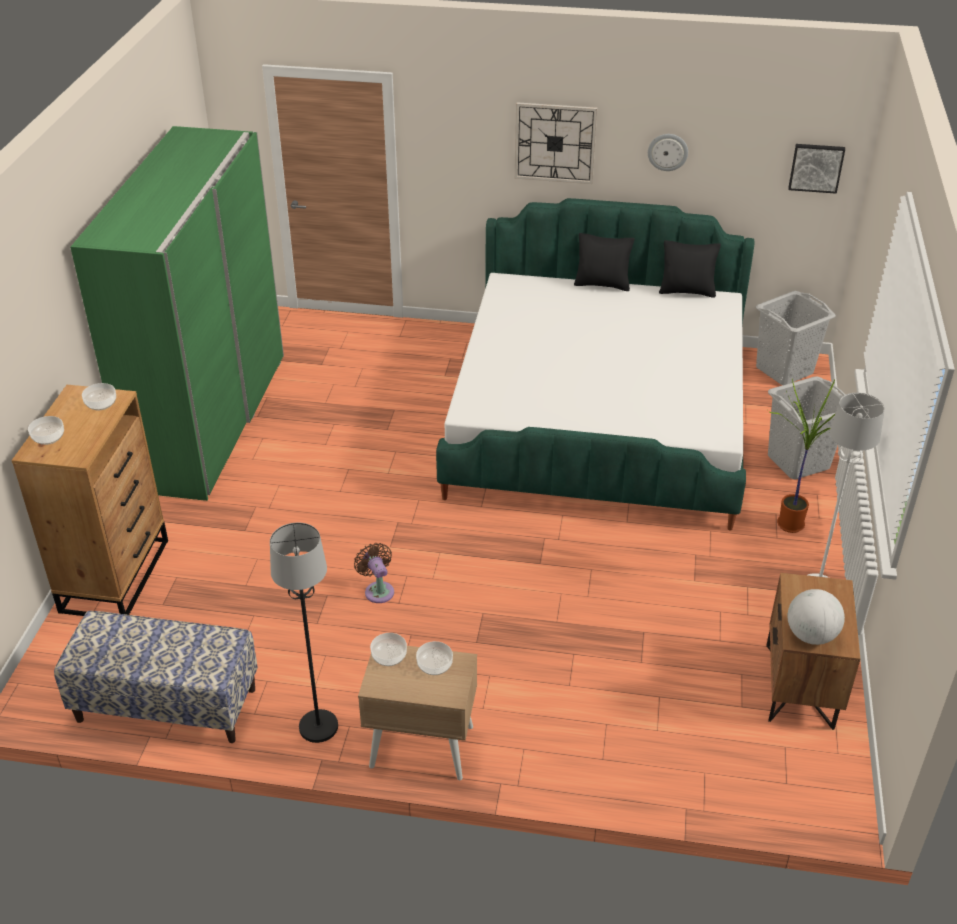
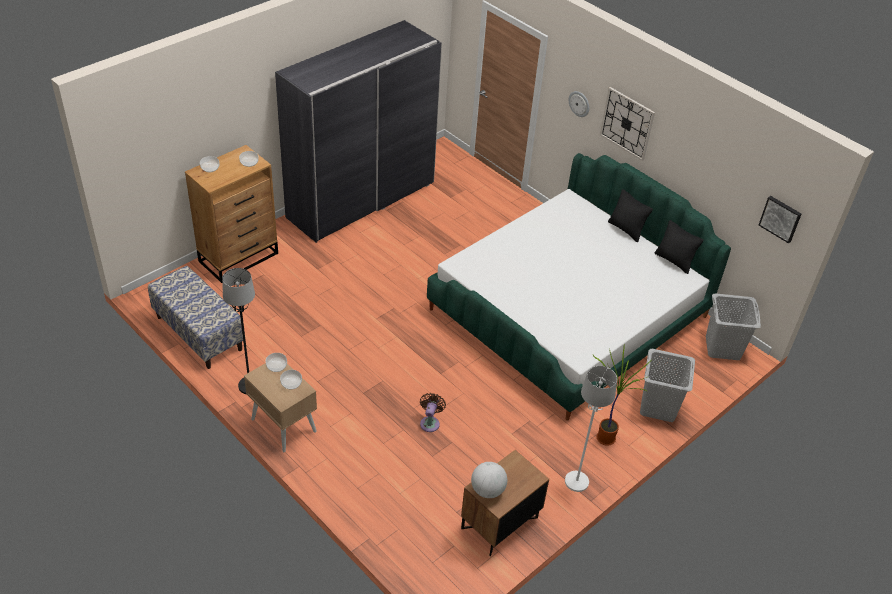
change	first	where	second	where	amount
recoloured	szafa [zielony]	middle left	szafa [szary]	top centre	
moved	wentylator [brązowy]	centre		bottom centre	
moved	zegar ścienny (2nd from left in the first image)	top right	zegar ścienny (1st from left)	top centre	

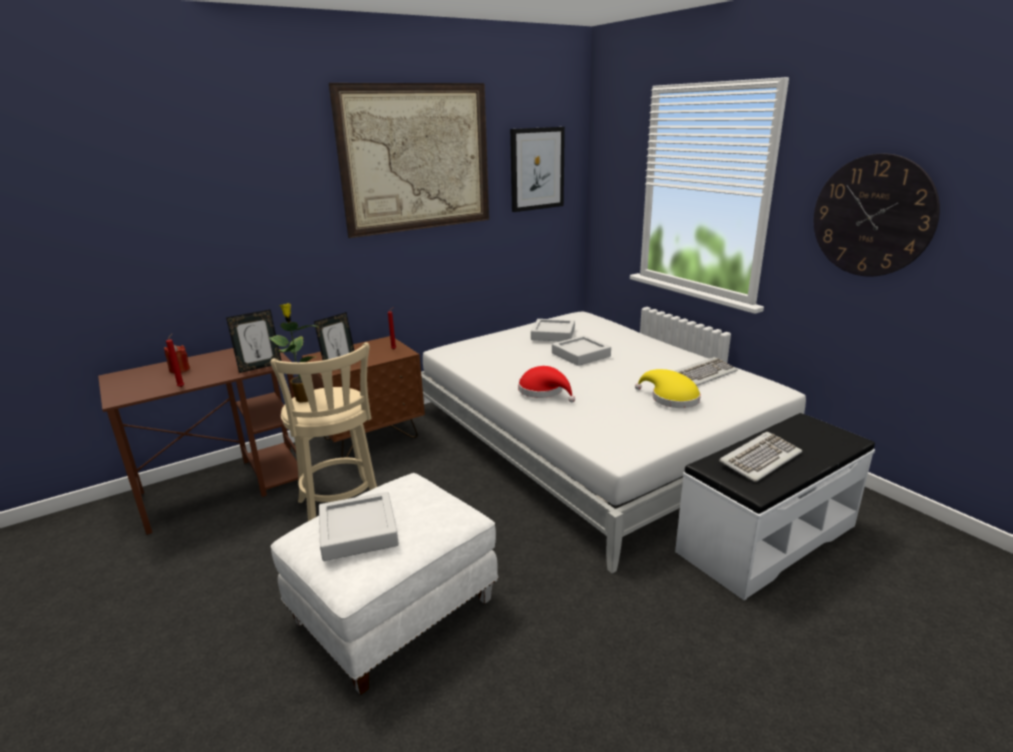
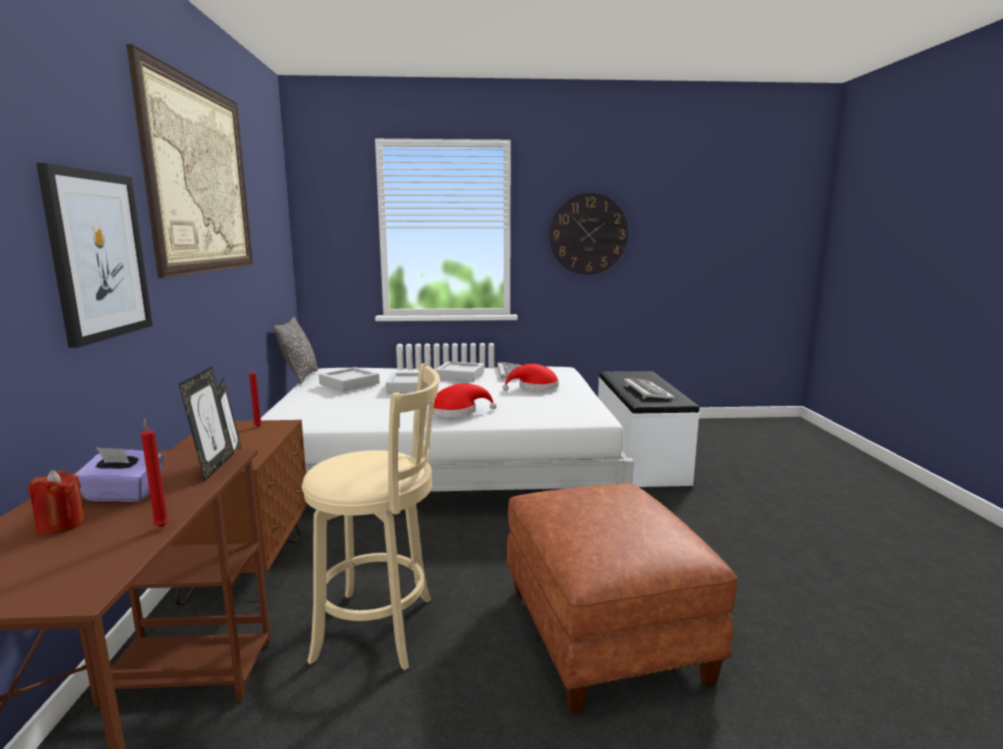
change	first	where	second	where	amount
moved	obraz (2nd from left in the first image)	top centre	obraz (1st from left)	middle left	
added			pudełko chusteczek [fioletowy]	middle left	
added			poduszka	middle left	
moved	taca [szary] (1st from left in the first image)	bottom centre	taca [szary] (3rd from left)	centre	
recoloured	kapelusz [żółty]	centre	kapelusz [czerwony] (2nd from left)	centre	
recoloured	pufa [biały]	bottom centre	pufa [brązowy]	bottom centre	
removed	roślina doniczkowa	middle left			

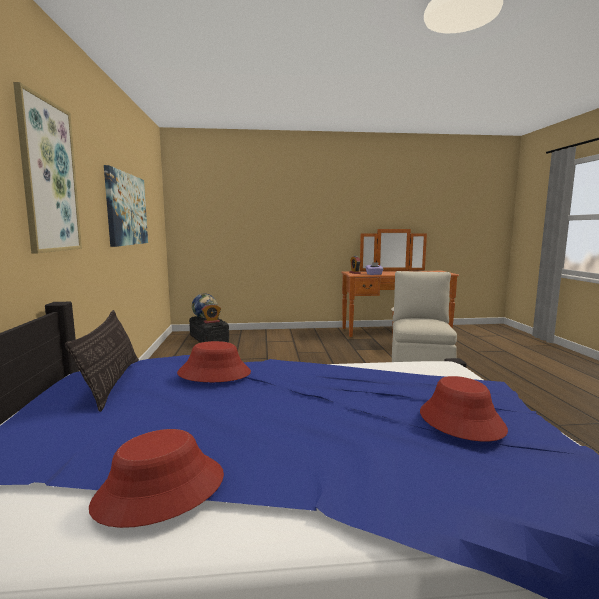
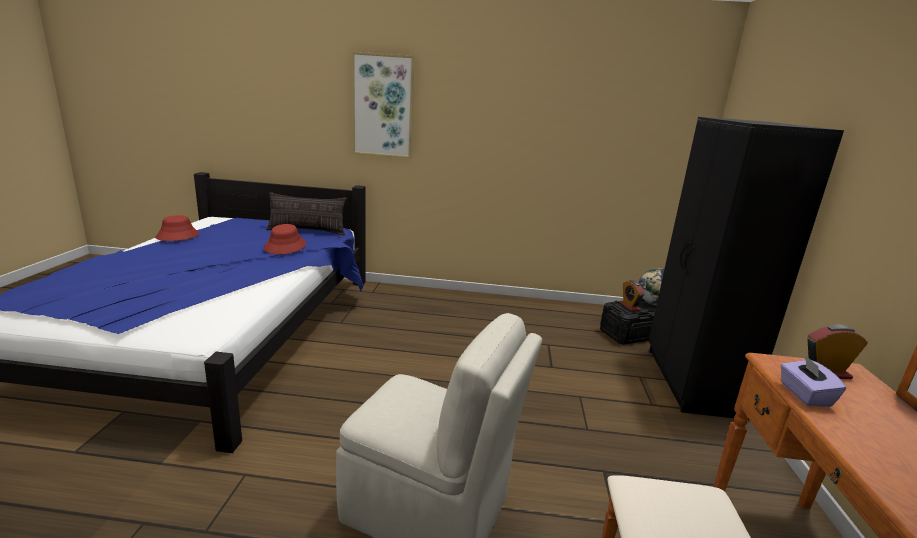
change	first	where	second	where	amount
added			szafa [czarny]	middle right	
removed	obraz (2nd from left)	middle left			
removed	kapelusz [czerwony] (3rd from left)	bottom right			

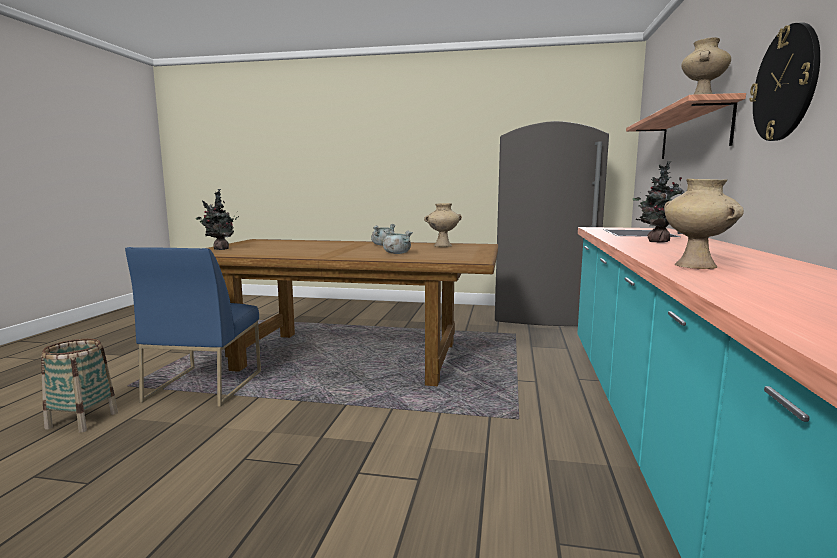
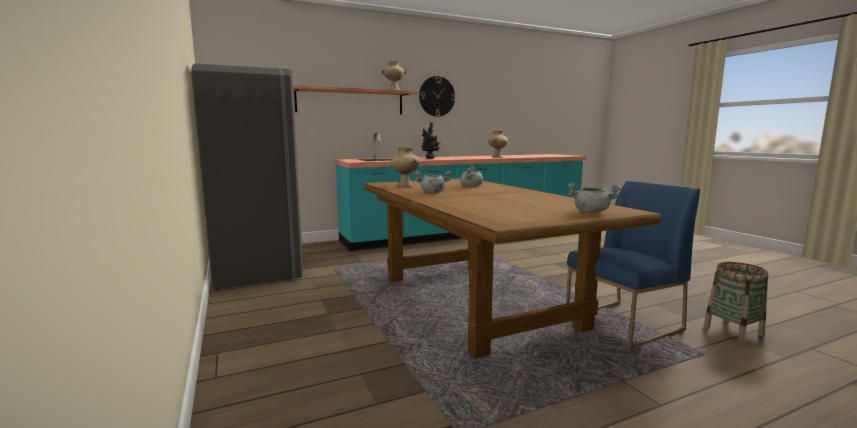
change	first	where	second	where	amount
replaced	roślina doniczkowa (1st from left)	middle left	garnek [szary] (3rd from left)	middle right	

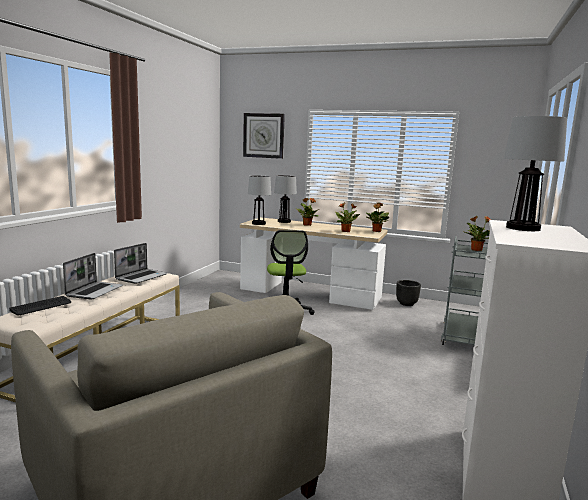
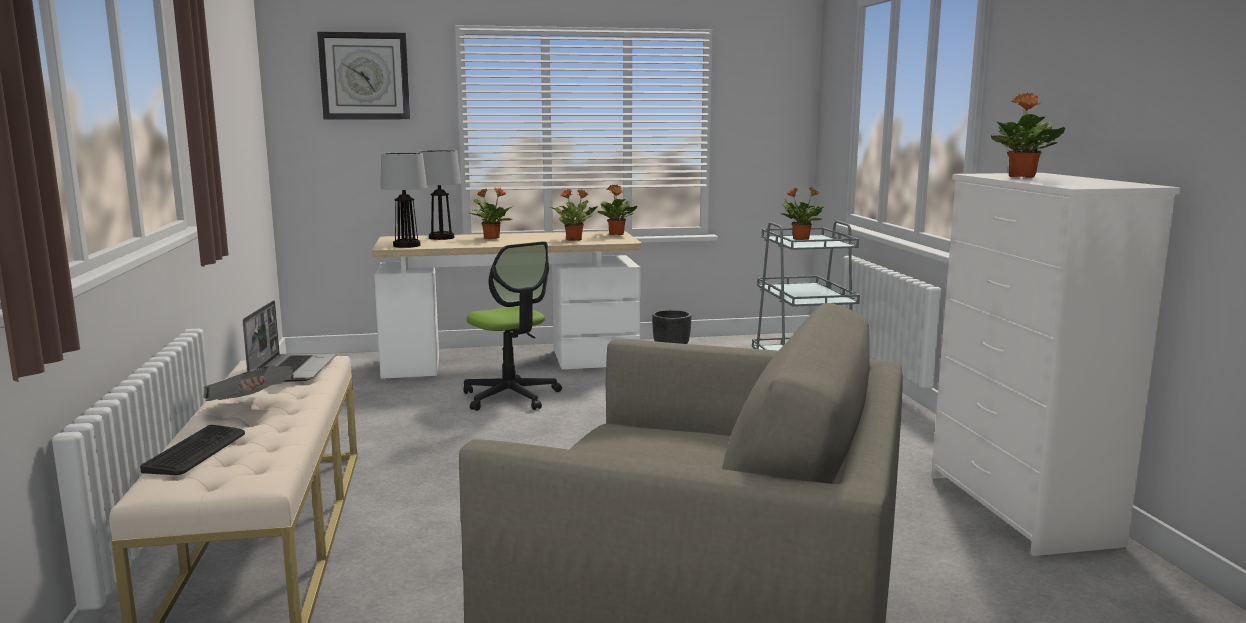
change	first	where	second	where	amount
replaced	laptop (1st from left)	middle left	gazeta	middle left	
replaced	lampa stołowa (3rd from left)	middle right	roślina doniczkowa (5th from left)	top right	

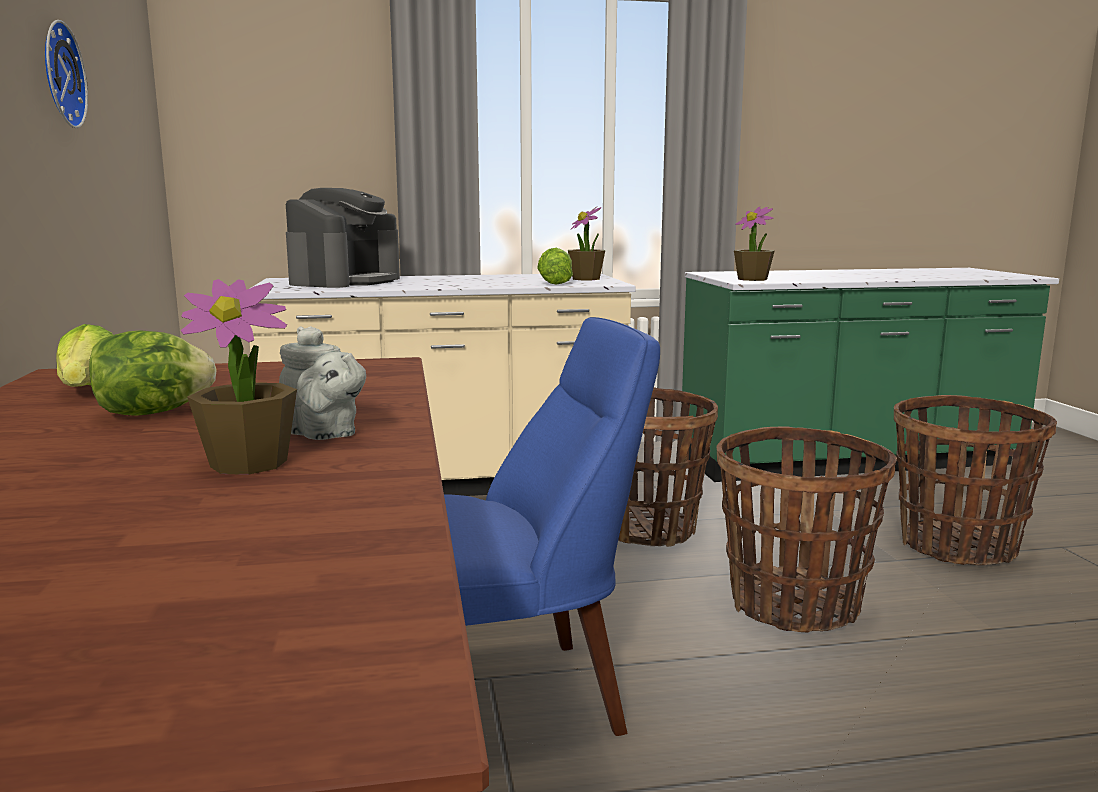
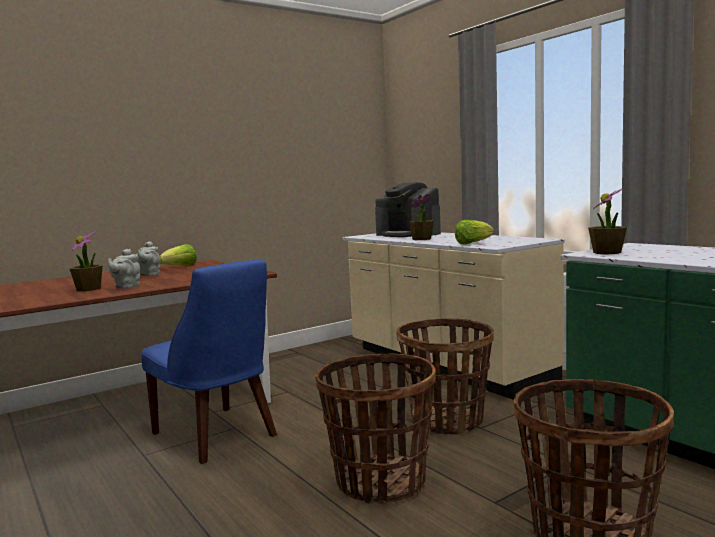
change	first	where	second	where	amount
replaced	sałata (2nd from left)	middle left	imbryk [szary] (2nd from left)	middle left	
turned	ekspres do kawy	top left		centre	45 degrees clockwise
moved	roślina doniczkowa (2nd from left)	top centre		centre	
removed	zegar ścienny	top left			

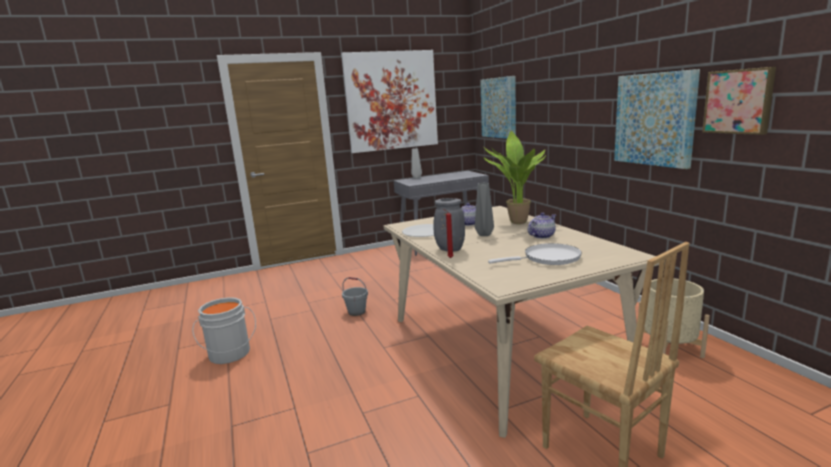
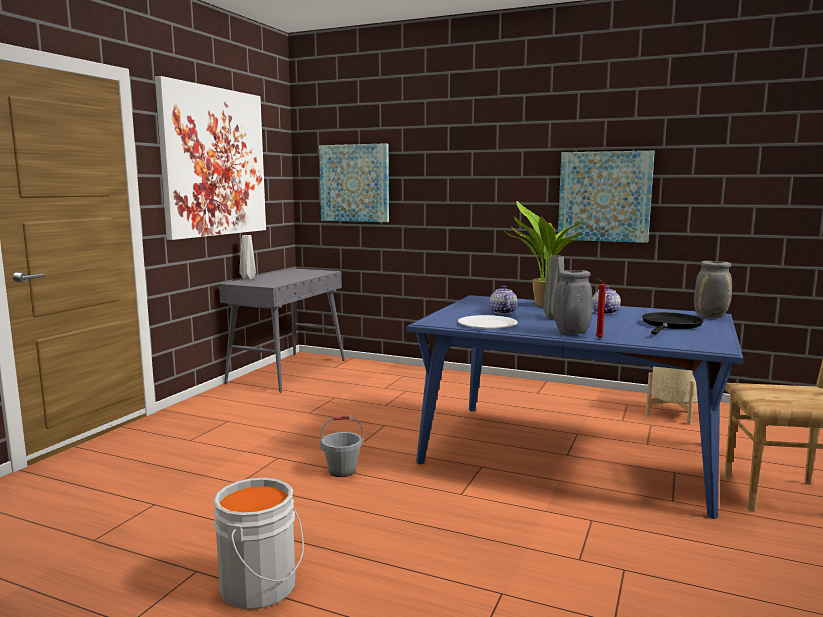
change	first	where	second	where	amount
recoloured	stół jadalny [beżowy]	bottom centre	stół jadalny [niebieski]	middle right	
recoloured	patelnia [biały]	centre	patelnia [czarny]	middle right	
added			wazon [szary] (4th from left)	middle right	
removed	obraz (4th from left)	top right			

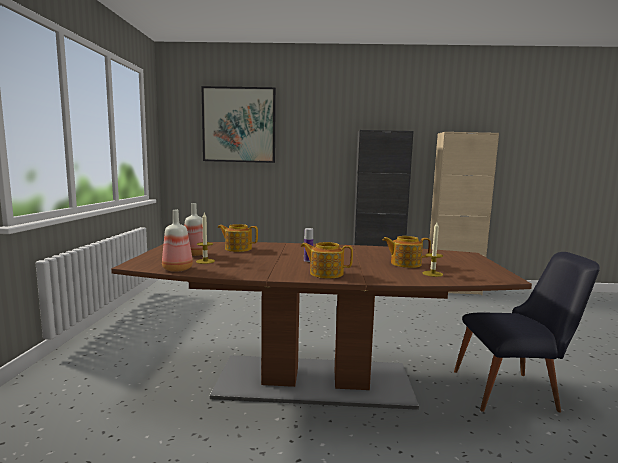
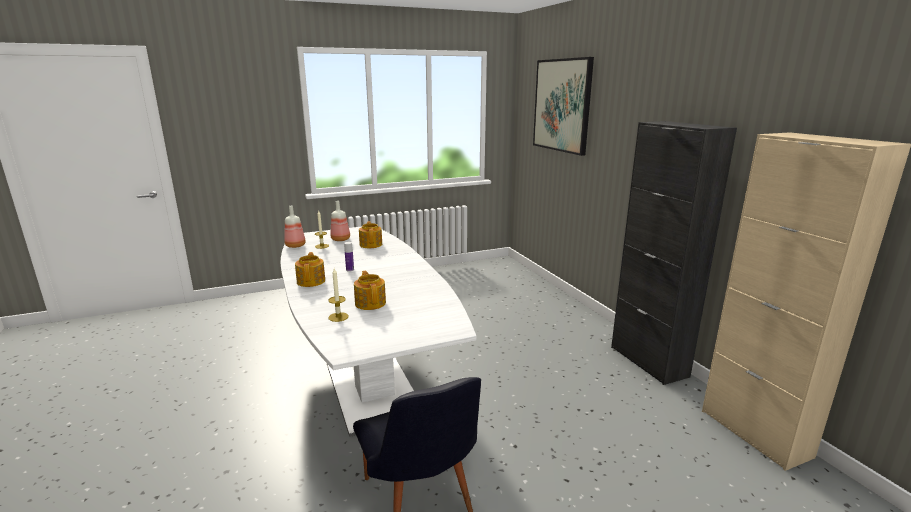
change	first	where	second	where	amount
recoloured	stół jadalny [brązowy]	bottom centre	stół jadalny [biały]	centre	

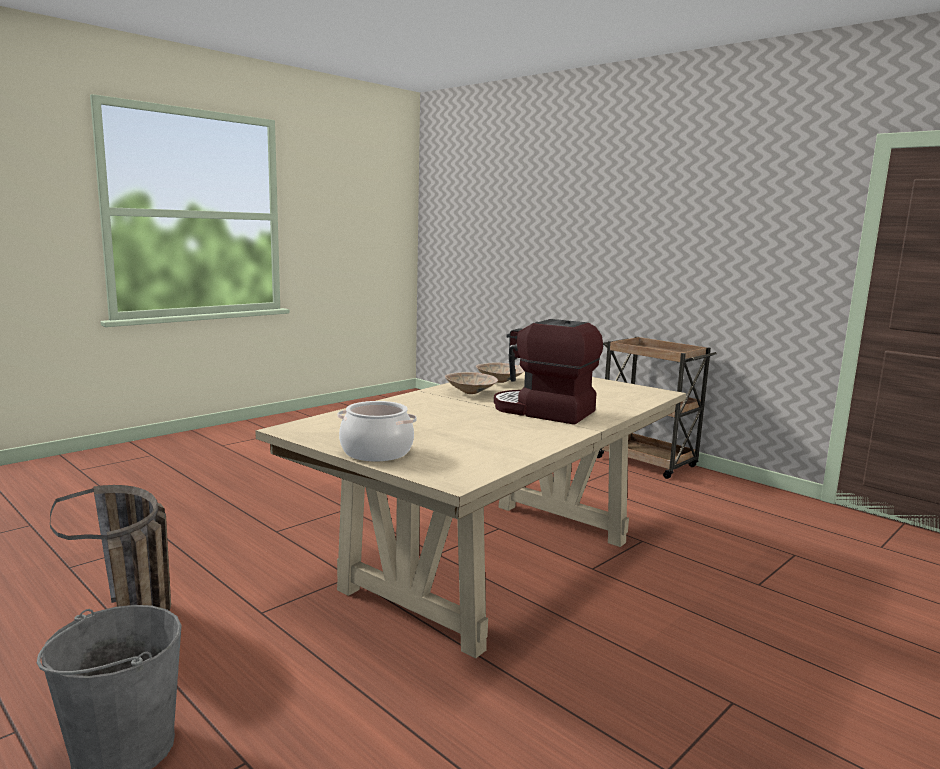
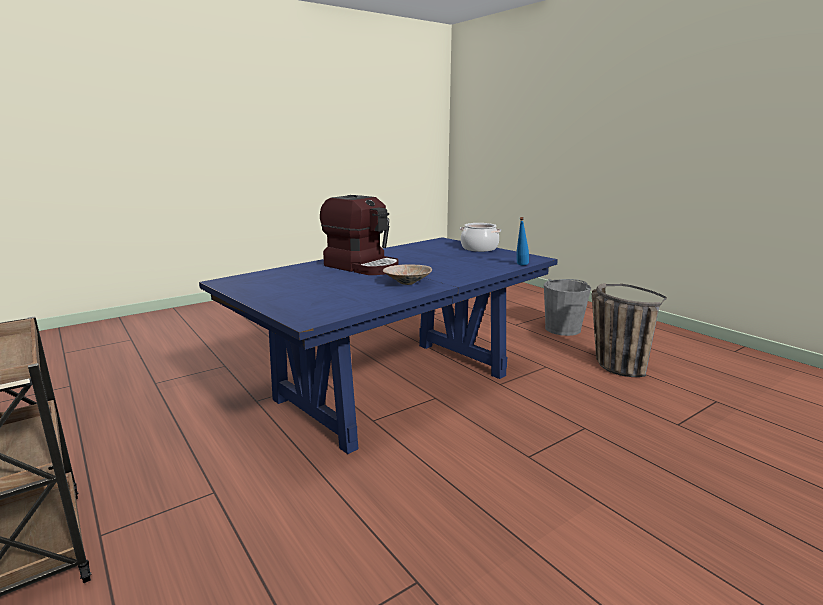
change	first	where	second	where	amount
recoloured	stół jadalny [beżowy]	centre	stół jadalny [niebieski]	centre	
added			butelka [niebieski]	centre	
removed	miska [beżowy] (2nd from left)	centre			

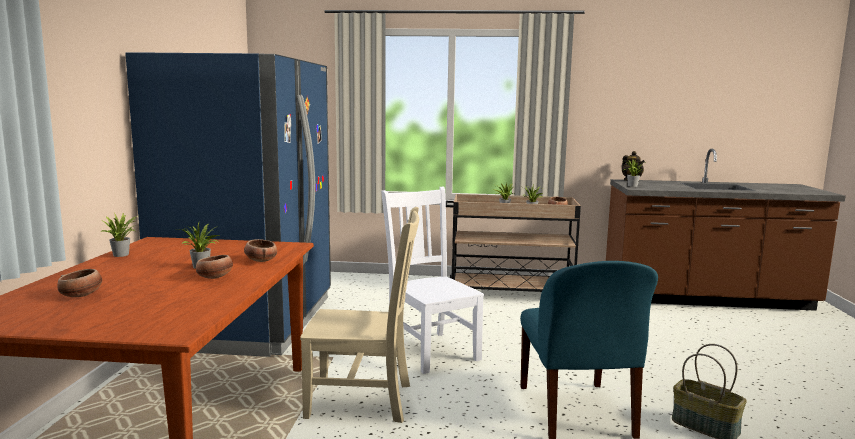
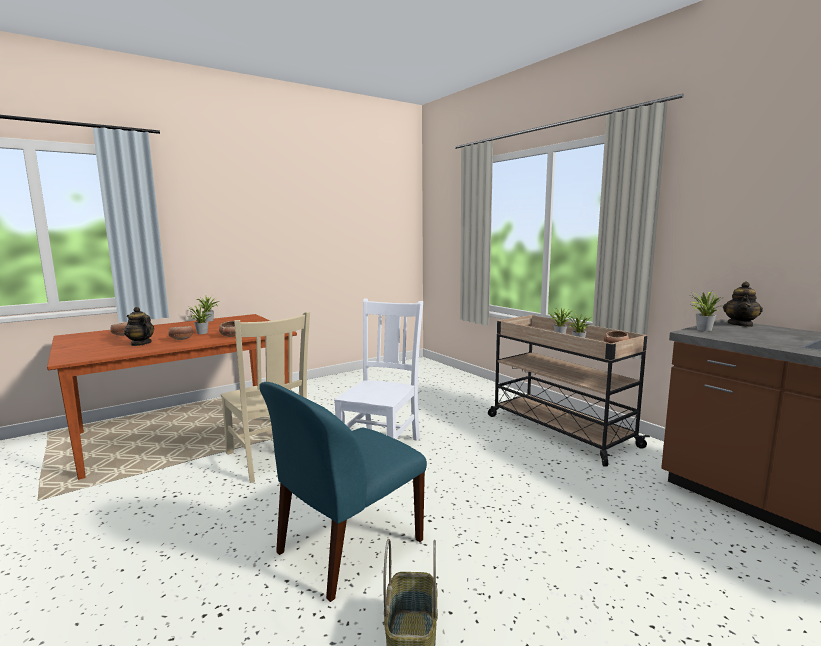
change	first	where	second	where	amount
added			imbryk (1st from left)	middle left	
removed	lodówka [niebieski]	middle left			

